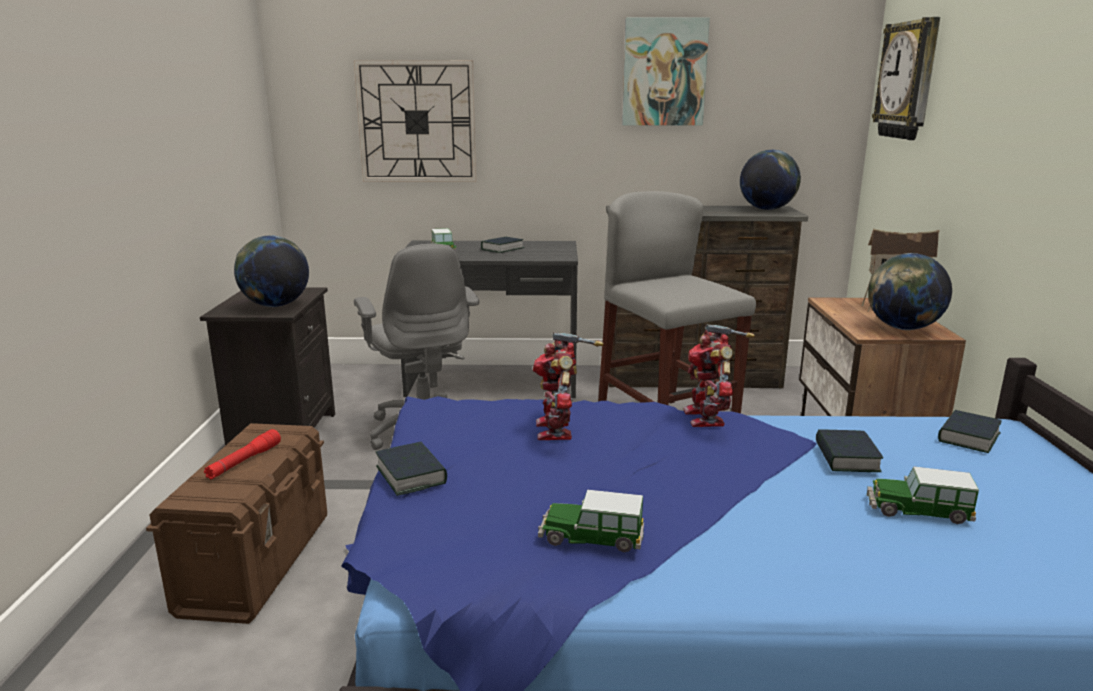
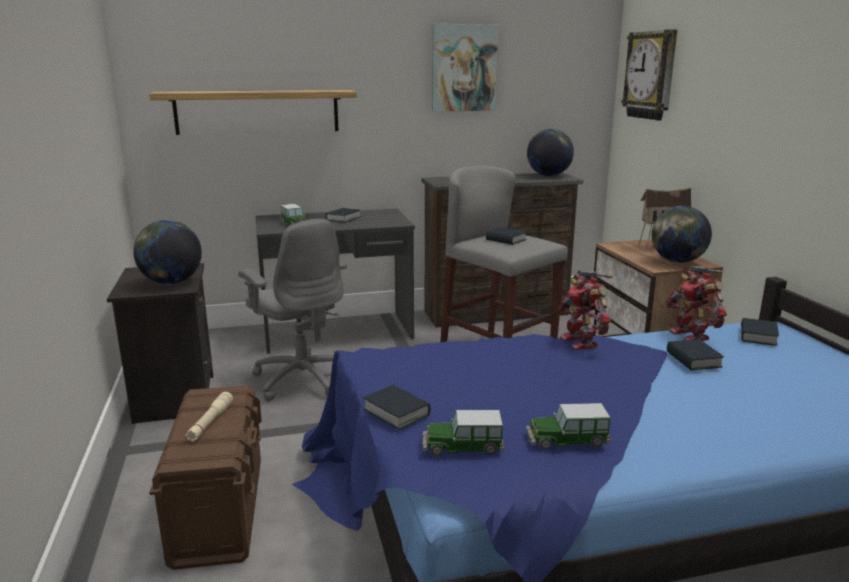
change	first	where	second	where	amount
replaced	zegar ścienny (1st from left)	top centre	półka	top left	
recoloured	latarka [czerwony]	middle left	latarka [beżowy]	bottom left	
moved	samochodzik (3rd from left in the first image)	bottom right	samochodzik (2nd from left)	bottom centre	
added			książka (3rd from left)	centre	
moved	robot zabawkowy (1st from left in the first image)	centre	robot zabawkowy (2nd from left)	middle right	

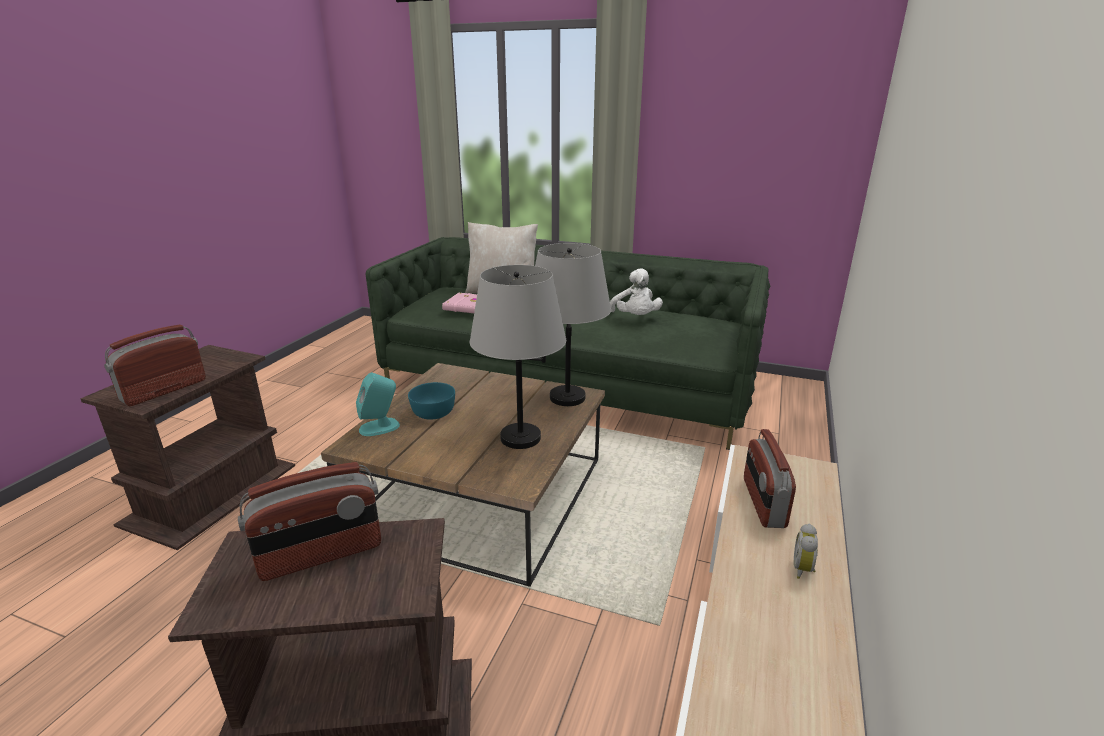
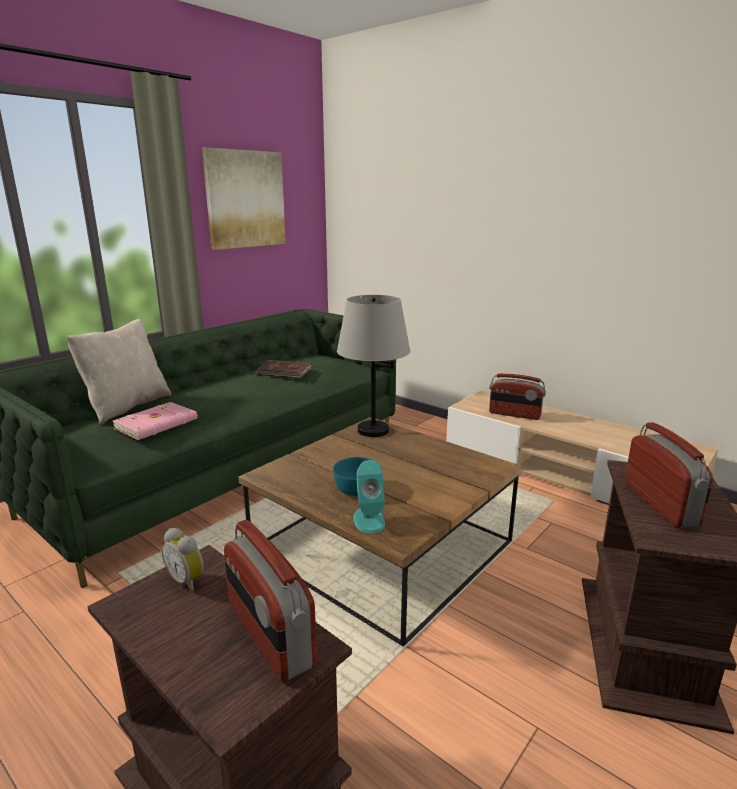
change	first	where	second	where	amount
moved	budzik	bottom right		bottom left	
added			obraz	top left	
replaced	pluszak [biały]	centre	książka [brązowy]	centre	
removed	lampa stołowa [szary] (1st from left)	centre			

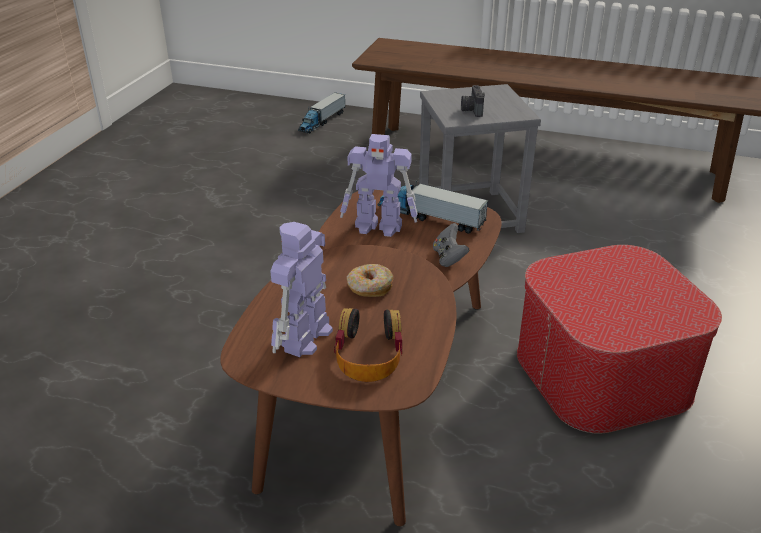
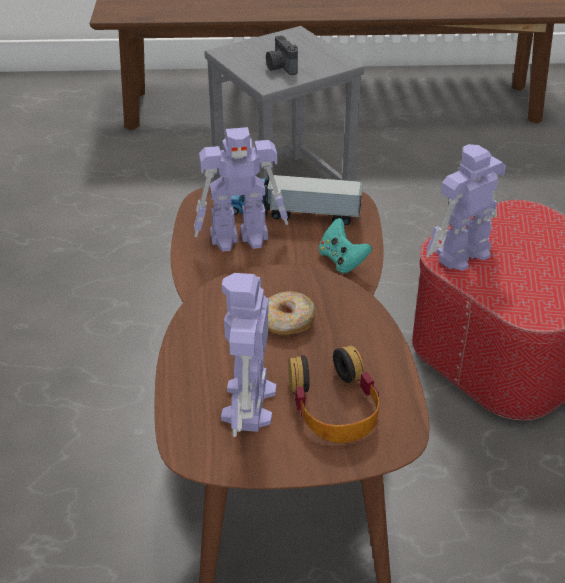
change	first	where	second	where	amount
recoloured	pad do gier [szary]	centre	pad do gier [turkusowy]	centre	
added			robot zabawkowy (3rd from left)	middle right	
removed	ciężarówka zabawkowa (1st from left)	top centre			

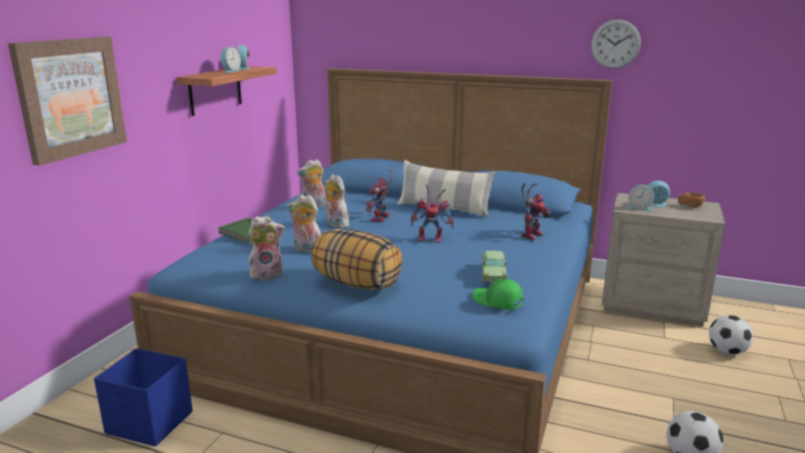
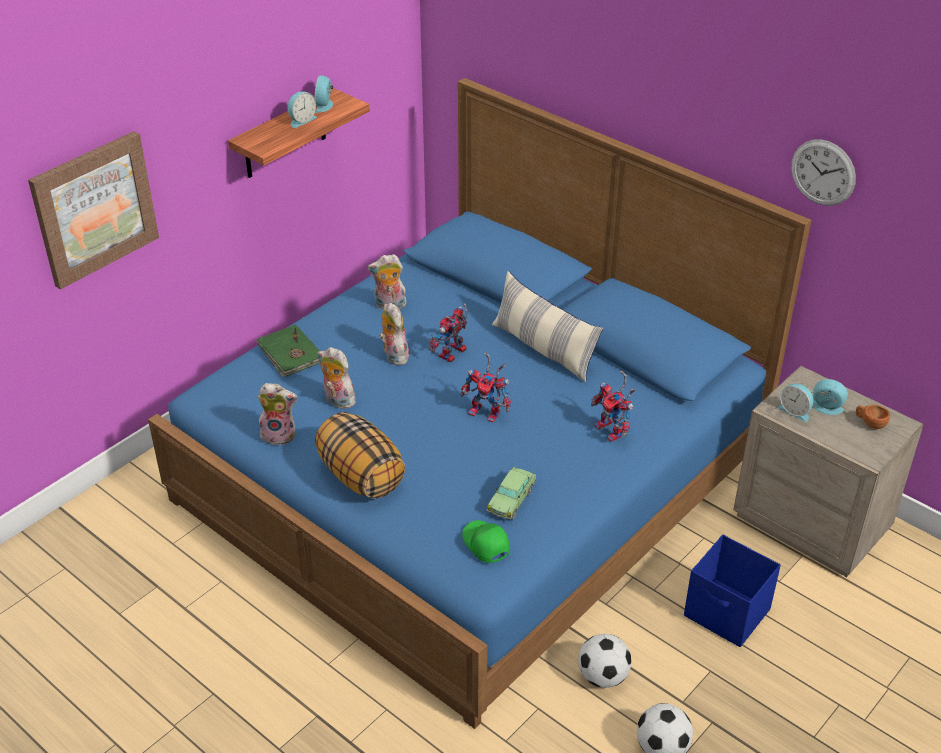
change	first	where	second	where	amount
moved	piłka futbolowa (2nd from left in the first image)	bottom right	piłka futbolowa (1st from left)	bottom centre	
turned	robot zabawkowy (3rd from left)	centre		centre	90 degrees clockwise
moved	pojemnik do przechowywania [niebieski]	bottom left		bottom right	

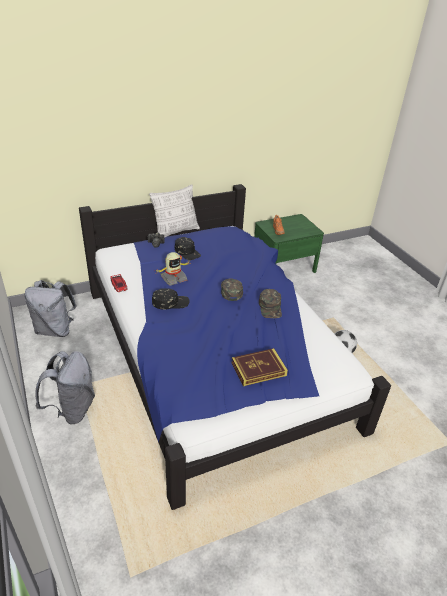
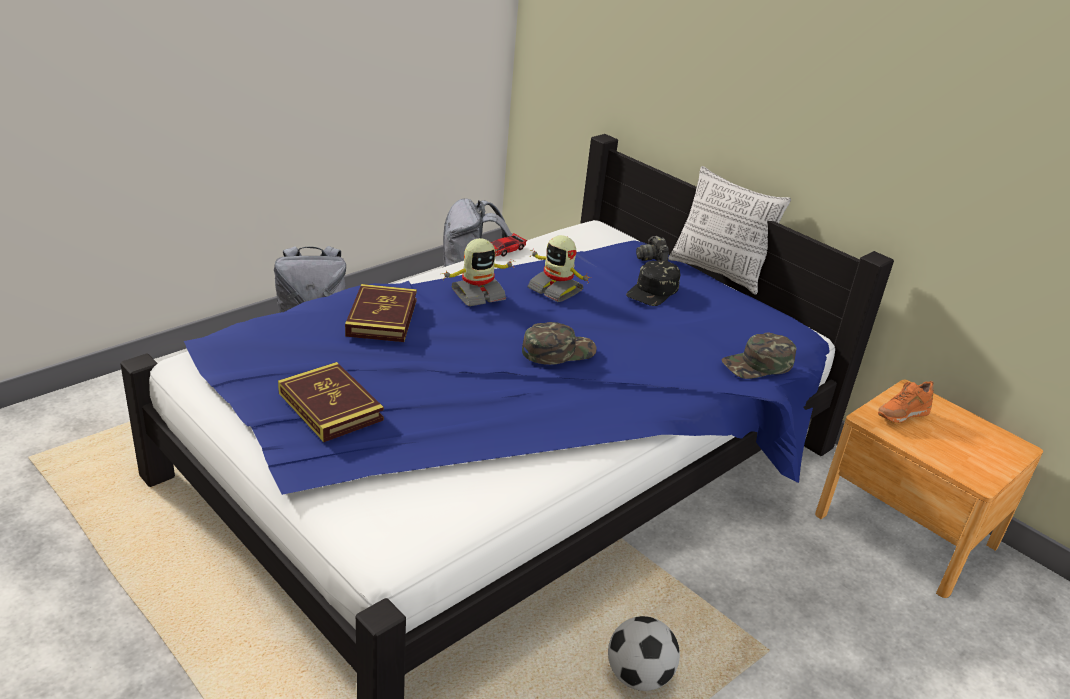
change	first	where	second	where	amount
added			książka (2nd from left)	centre	
replaced	czapka z daszkiem [czarny] (1st from left)	centre	robot zabawkowy (1st from left)	centre	
moved	czapka z daszkiem [zielony] (2nd from left)	centre		middle right	
recoloured	szafka nocna [zielony]	centre	szafka nocna [brązowy]	bottom right	

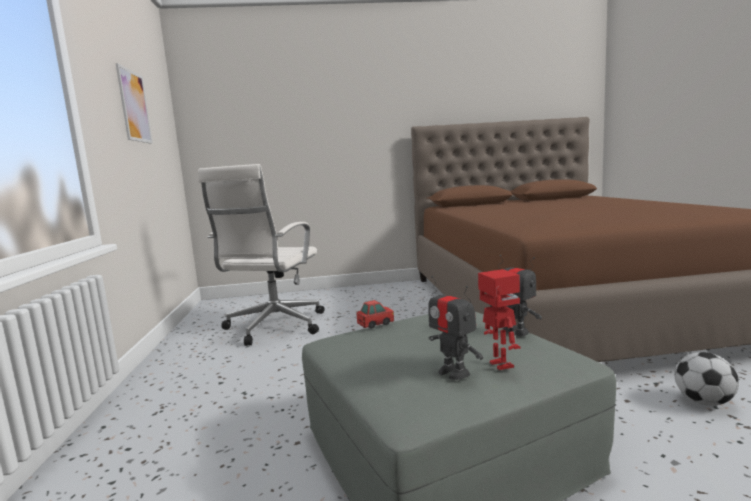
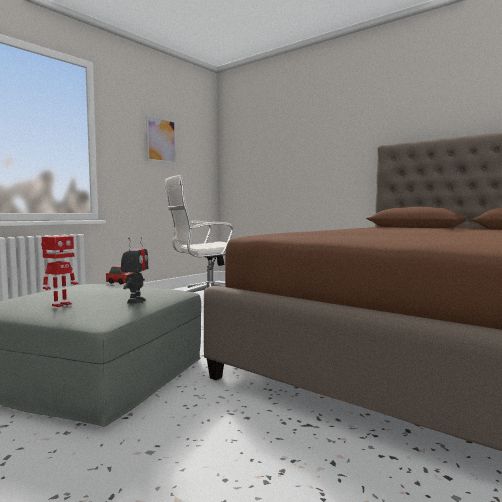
change	first	where	second	where	amount
removed	robot zabawkowy (1st from left)	centre			
removed	piłka futbolowa	bottom right			

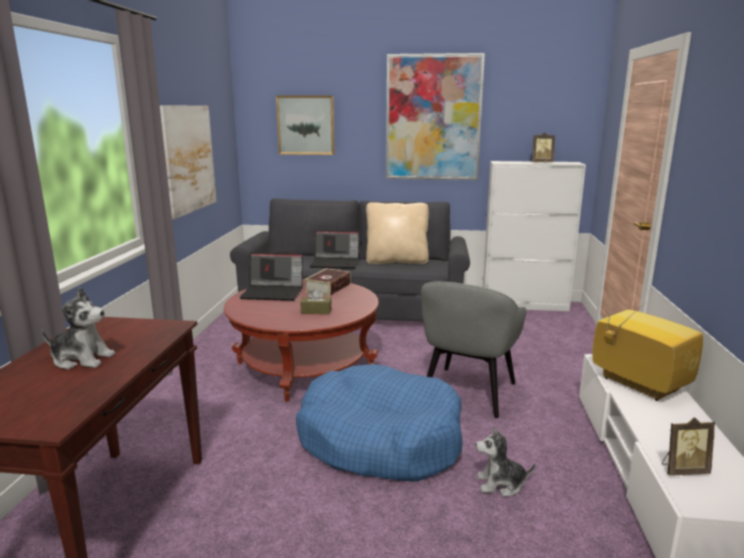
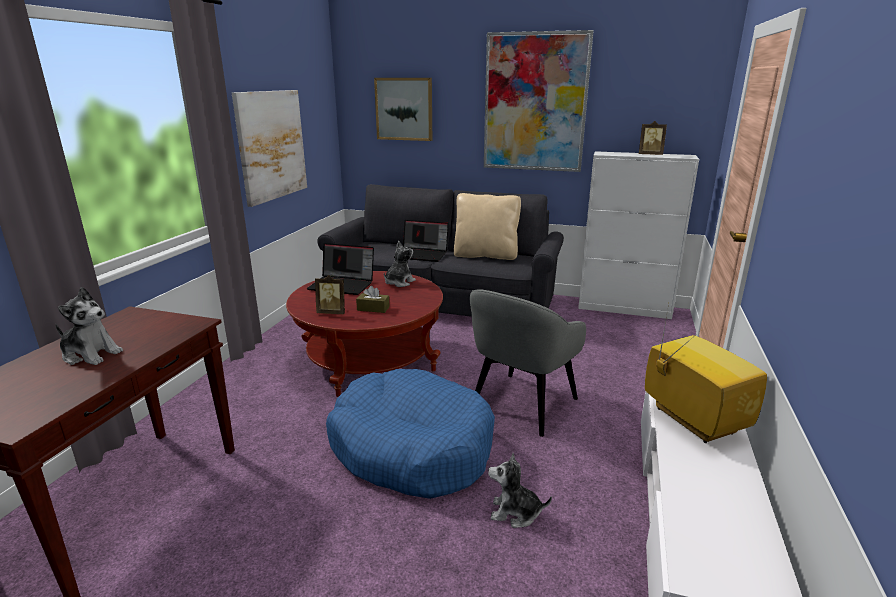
change	first	where	second	where	amount
moved	ramka na zdjęcie (2nd from left in the first image)	bottom right	ramka na zdjęcie (1st from left)	centre	
replaced	książka	centre	pluszak (2nd from left)	centre	

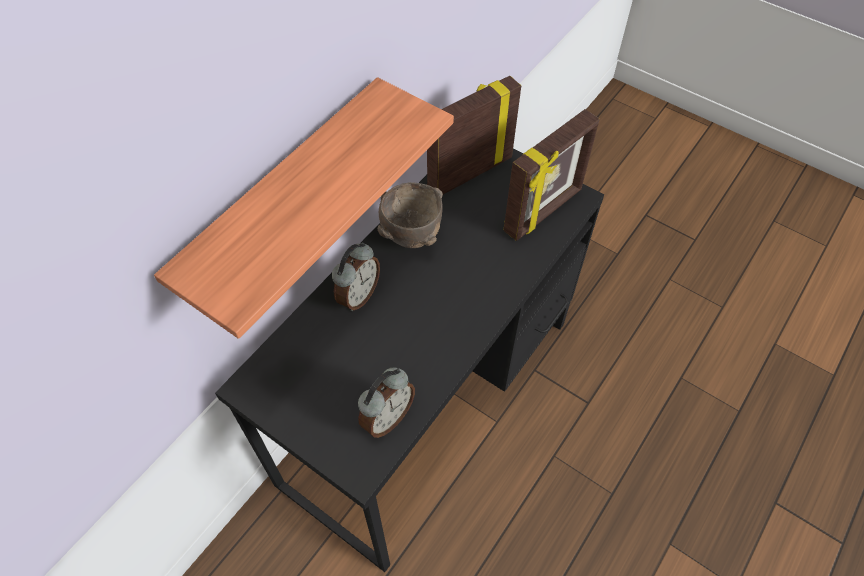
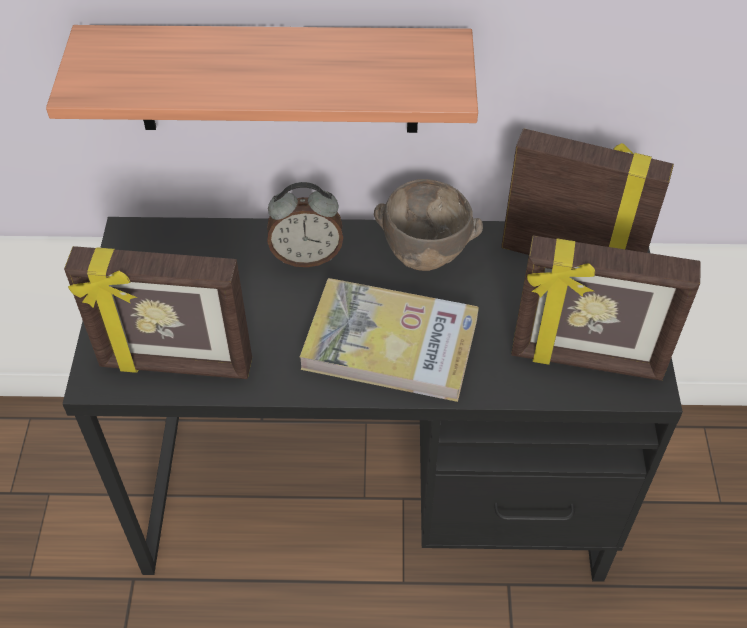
change	first	where	second	where	amount
replaced	budzik (2nd from left)	bottom centre	ramka na zdjęcie (1st from left)	middle left	
added			książka	centre	

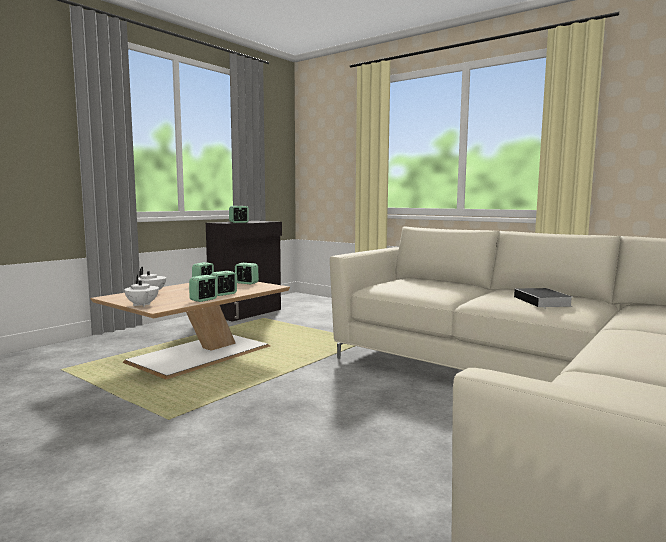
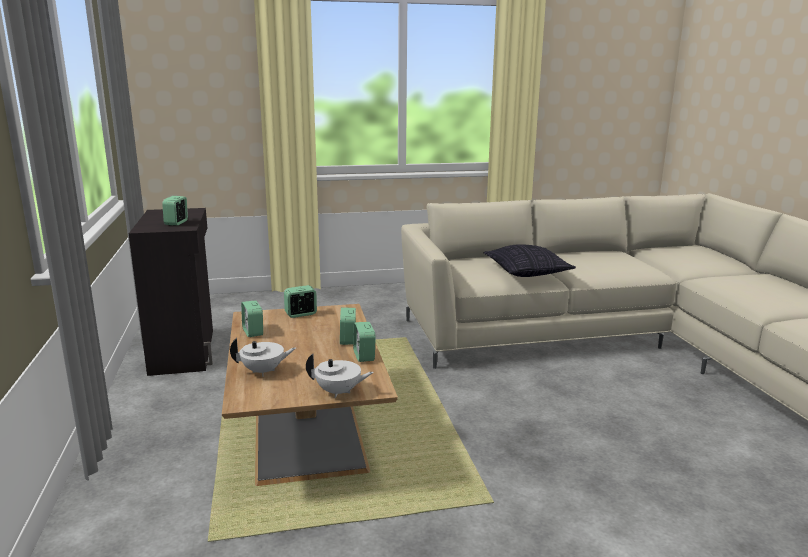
change	first	where	second	where	amount
added			poduszka	centre	
removed	książka	middle right			

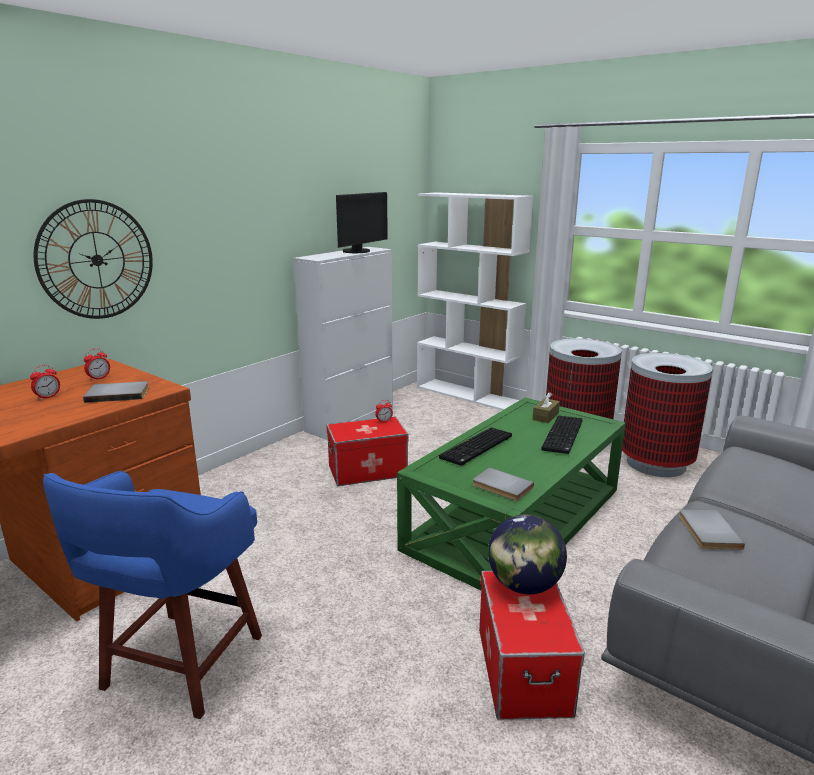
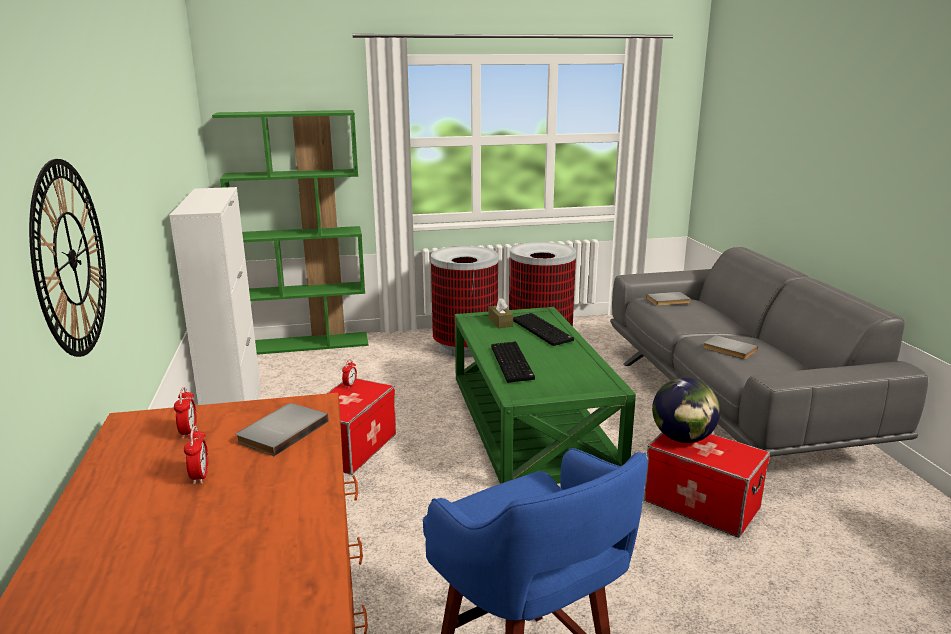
change	first	where	second	where	amount
recoloured	regał [biały]	centre	regał [zielony]	middle left	
moved	książka [szary] (2nd from left)	centre		middle right	
removed	monitor	top centre			

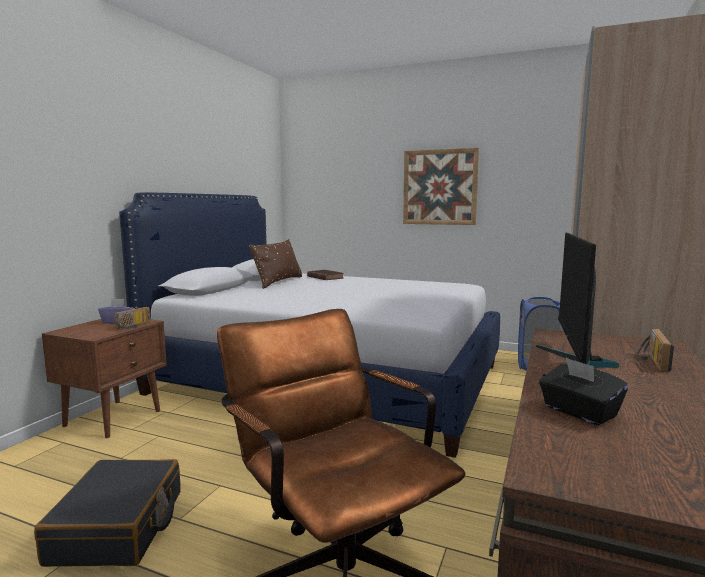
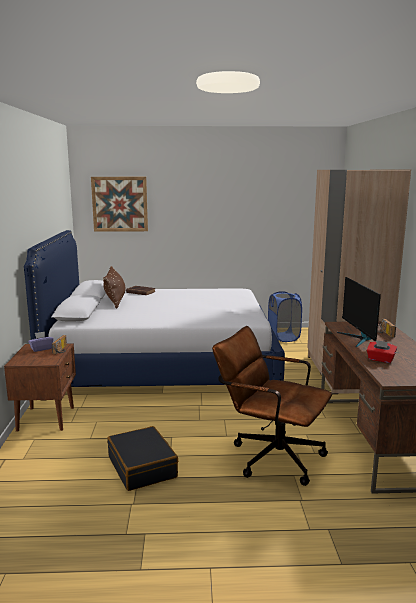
change	first	where	second	where	amount
moved	obraz	top centre		middle left	
recoloured	pudełko chusteczek [czarny]	bottom right	pudełko chusteczek [czerwony]	middle right	

